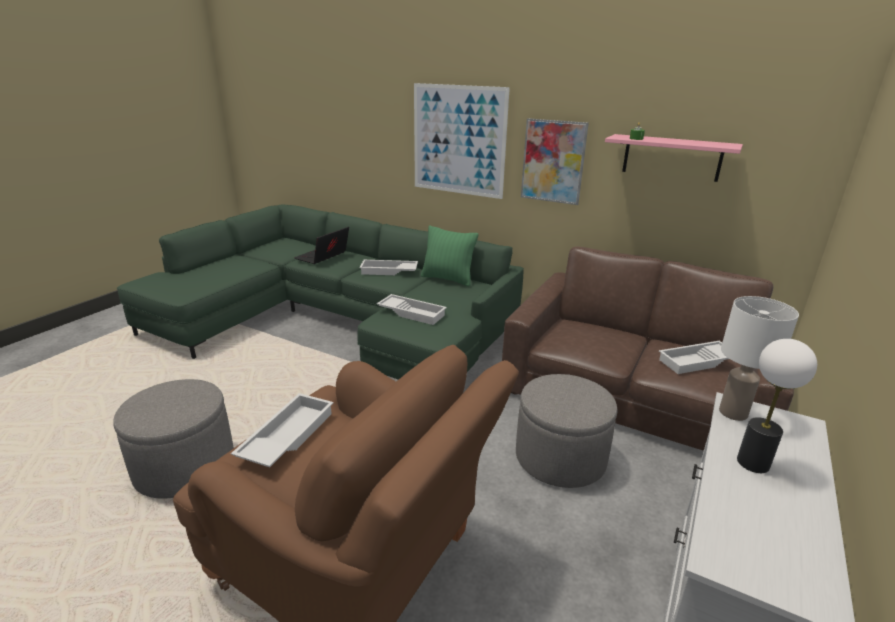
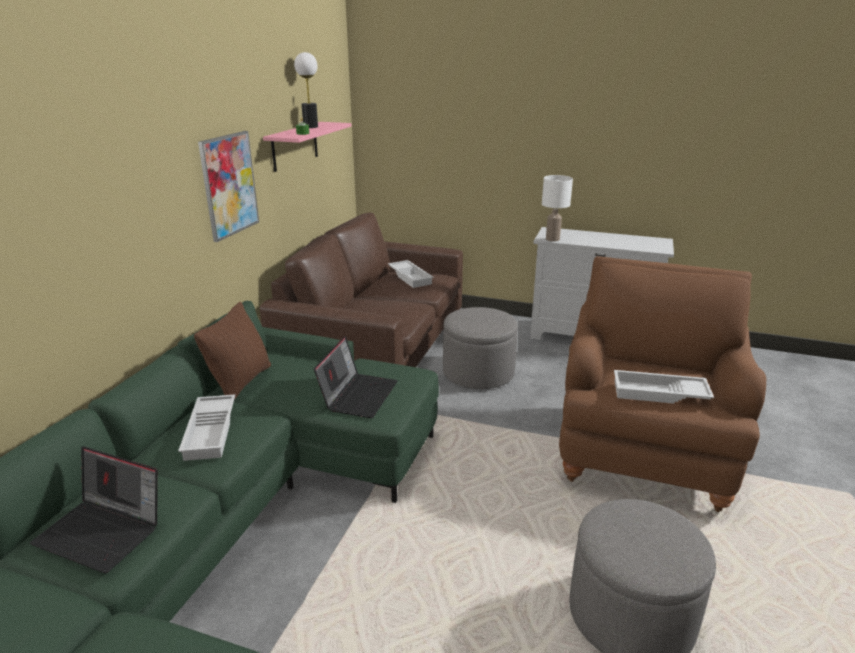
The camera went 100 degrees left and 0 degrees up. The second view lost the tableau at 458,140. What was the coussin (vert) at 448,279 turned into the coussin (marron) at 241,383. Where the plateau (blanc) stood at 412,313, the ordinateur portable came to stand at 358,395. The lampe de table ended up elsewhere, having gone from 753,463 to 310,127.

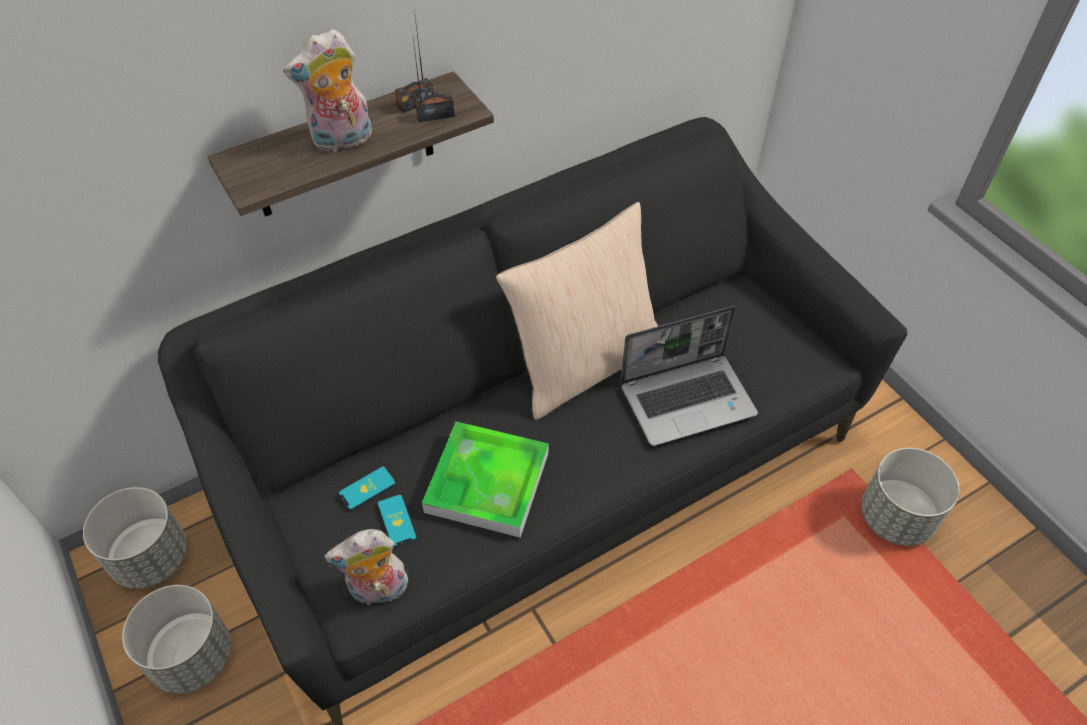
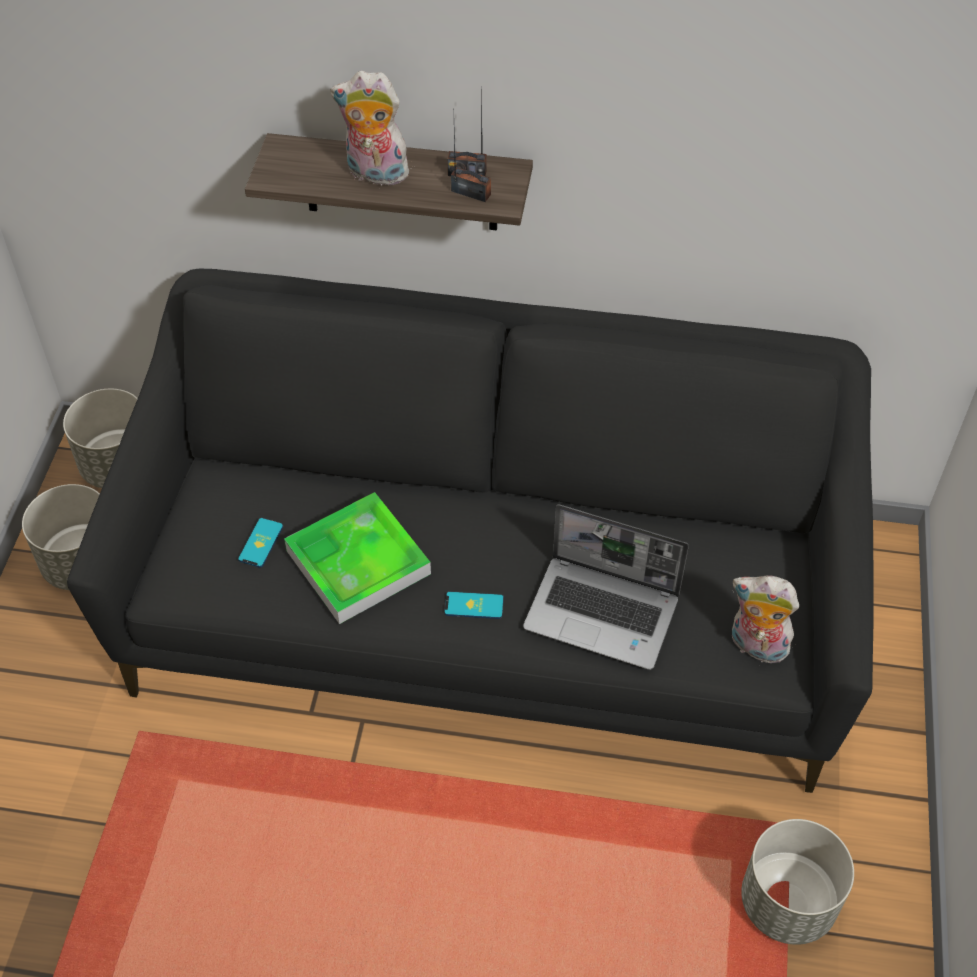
The camera went 40 degrees right and 0 degrees up. The second view lost the coussin (beige) at 584,363. The téléphone ended up elsewhere, having gone from 367,488 to 474,605. The peluche ended up elsewhere, having gone from 377,591 to 755,647.

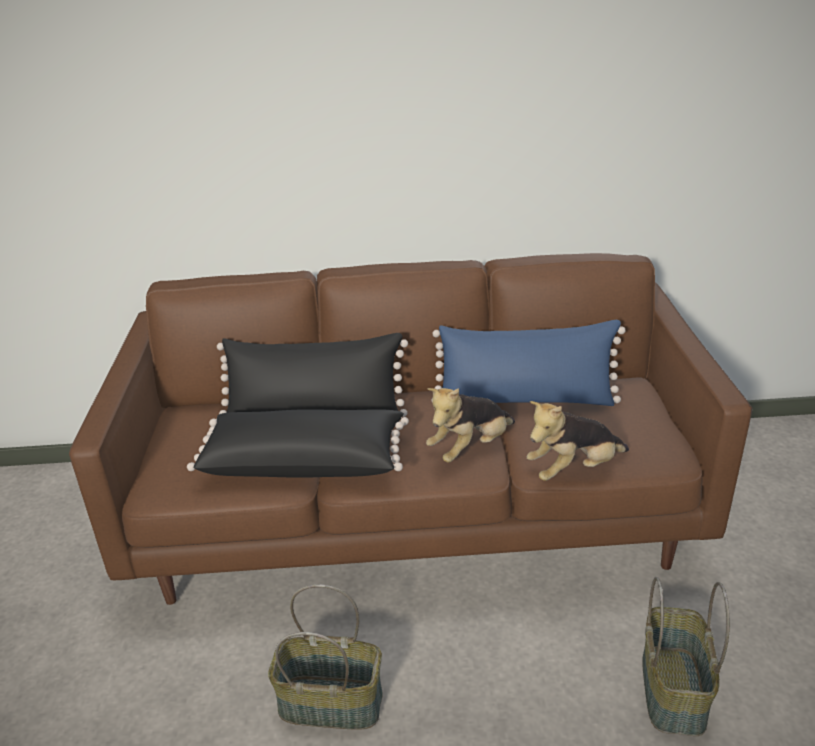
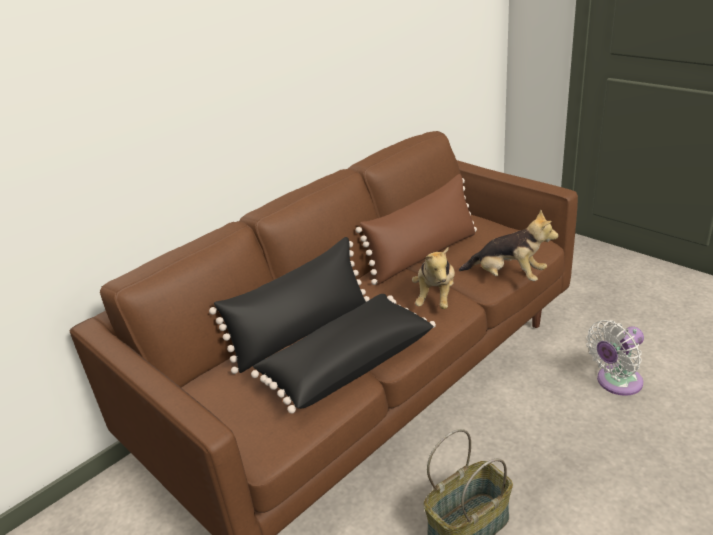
The camera went 40 degrees left and 0 degrees up. What was the coussin (bleu) at 525,400 turned into the coussin (marron) at 423,255. The peluche at 573,470 ended up facing another way, 90 degrees counterclockwise from before. Where the panier stood at 674,691, the ventilateur (blanc) came to stand at 616,383.

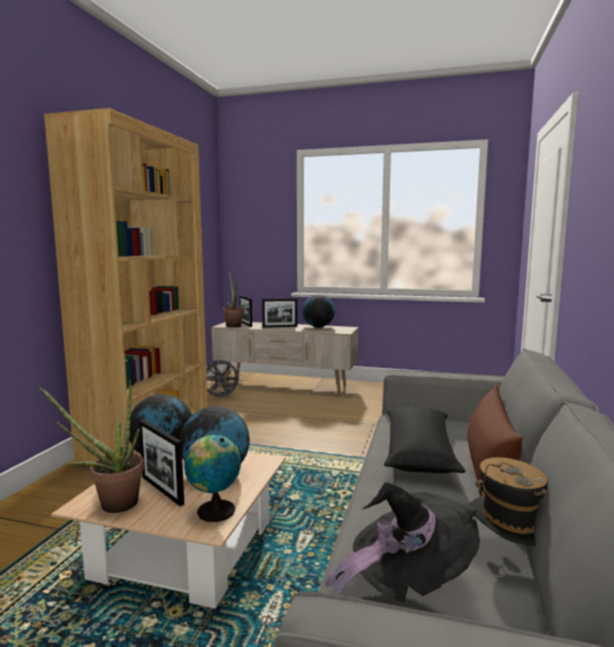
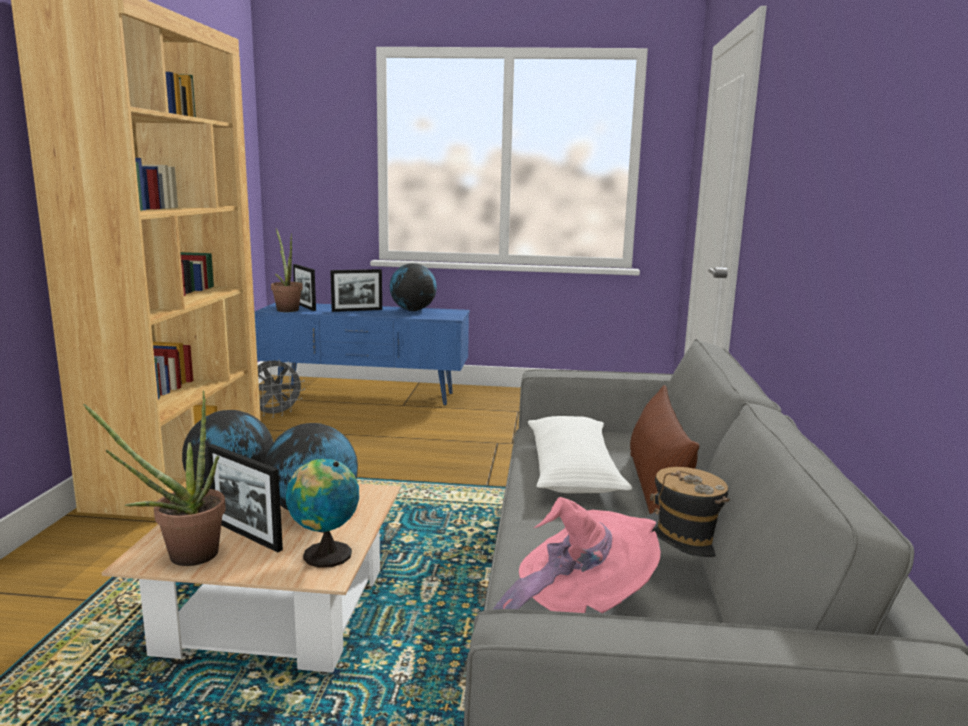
The camera went 10 degrees left and 5 degrees up. What was the meuble télé (beige) at 285,386 turned into the meuble télé (bleu) at 365,395. What was the coussin (noir) at 419,452 turned into the coussin (blanc) at 572,470. What was the chapeau (noir) at 406,581 turned into the chapeau (rose) at 578,606.

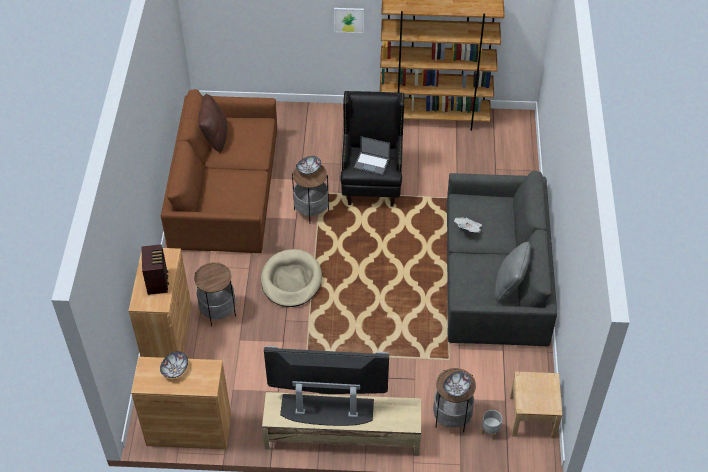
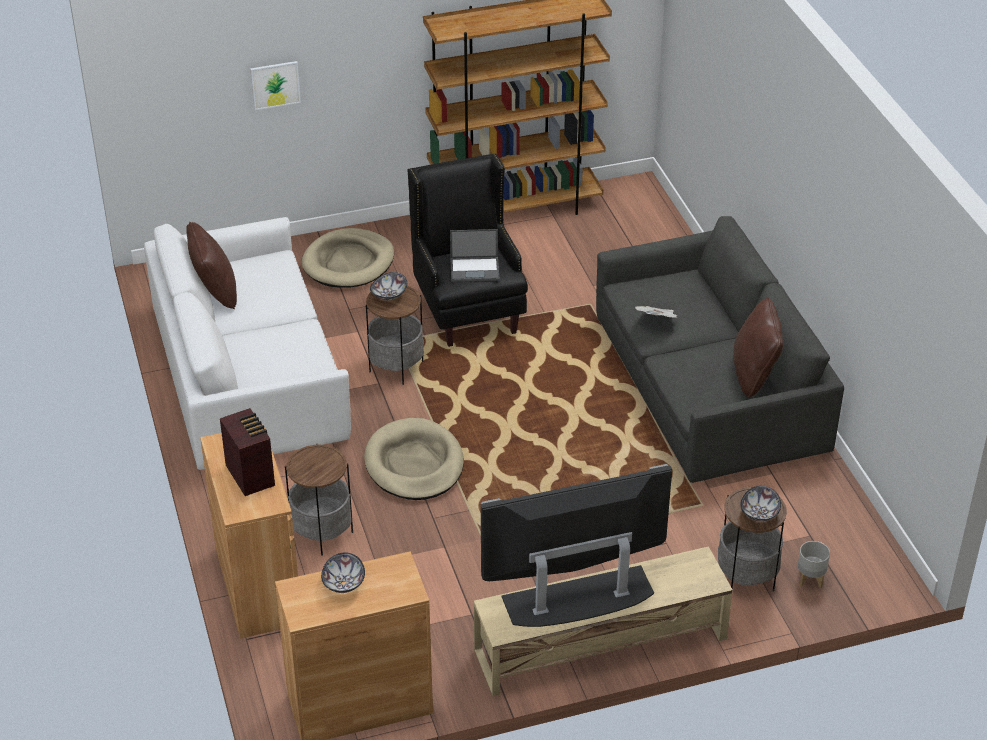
The camera went 20 degrees left and 10 degrees down. The tableau ended up elsewhere, having gone from 349,19 to 275,85. What was the canapé (marron) at 224,190 turned into the canapé (blanc) at 248,372. What was the coussin (gris) at 509,286 turned into the coussin (marron) at 754,375. The second view lost the table de chevet (beige) at 532,416. The second view gained the panier pour chien (beige) at 348,262.

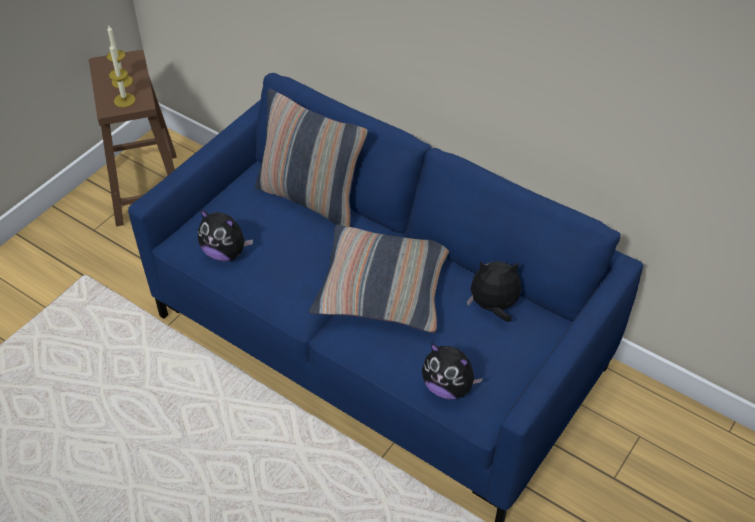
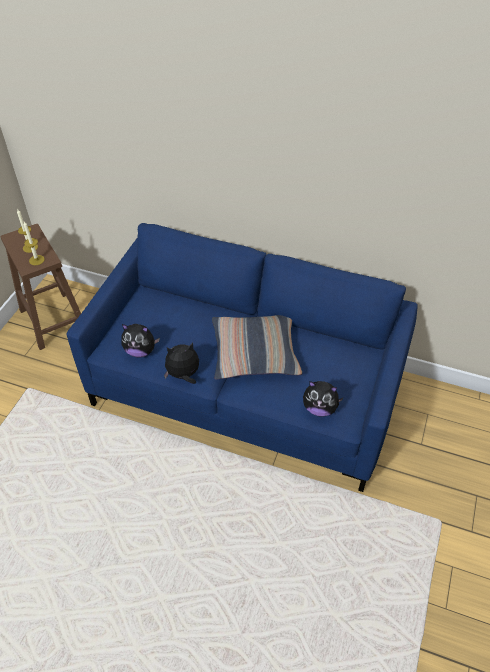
The camera went 15 degrees left and 0 degrees up. The second view lost the coussin at 310,199. The peluche ended up elsewhere, having gone from 493,307 to 183,375.

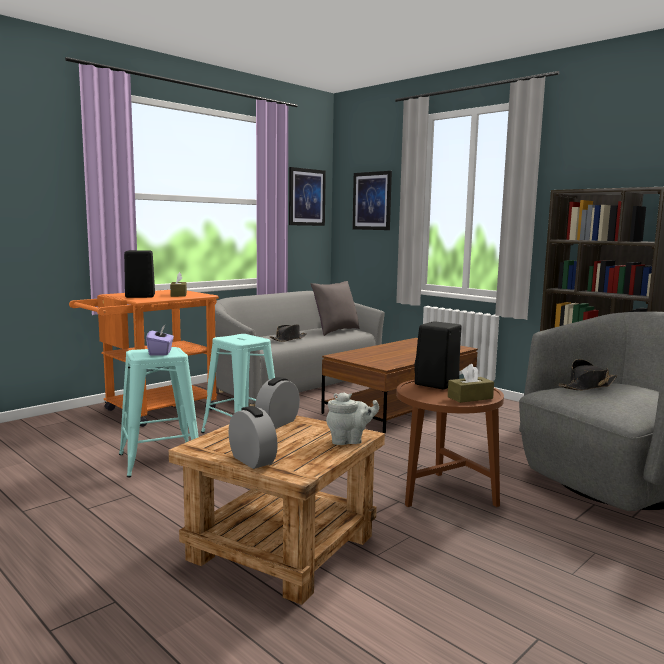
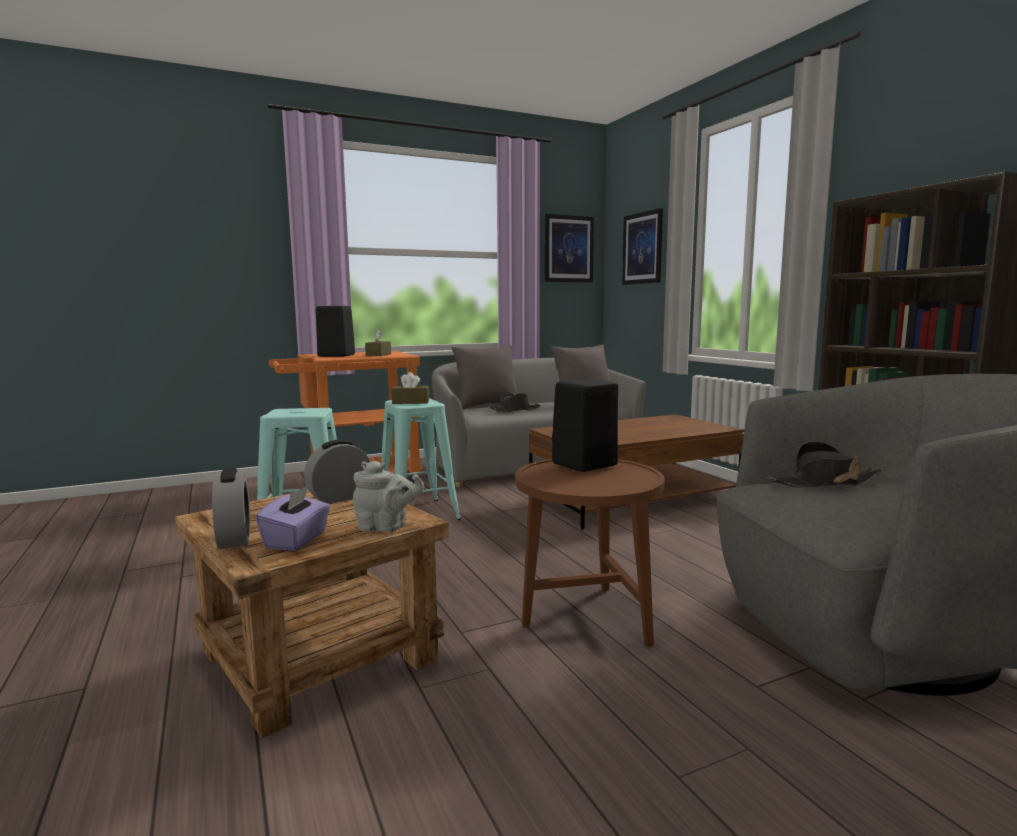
The camera went 20 degrees right and 0 degrees up. The boîte à mouchoirs (violet) ended up elsewhere, having gone from 161,352 to 297,540. The boîte à mouchoirs (marron) ended up elsewhere, having gone from 470,398 to 410,402. The second view gained the coussin (gris) at 487,406.

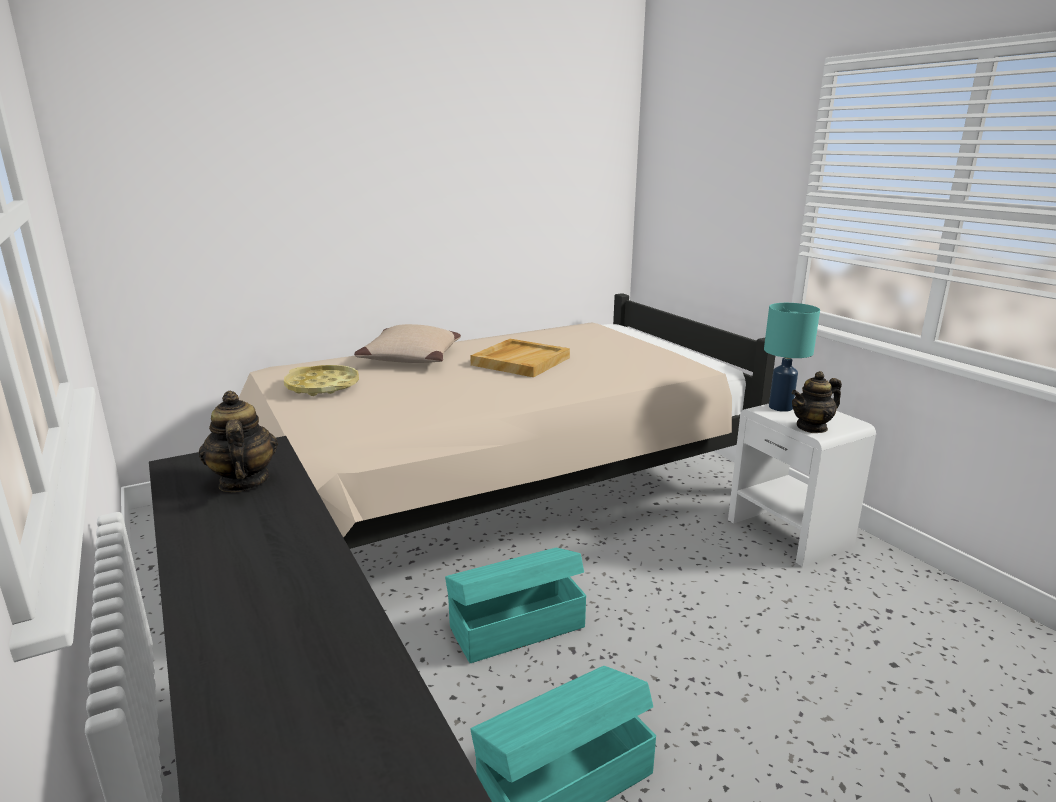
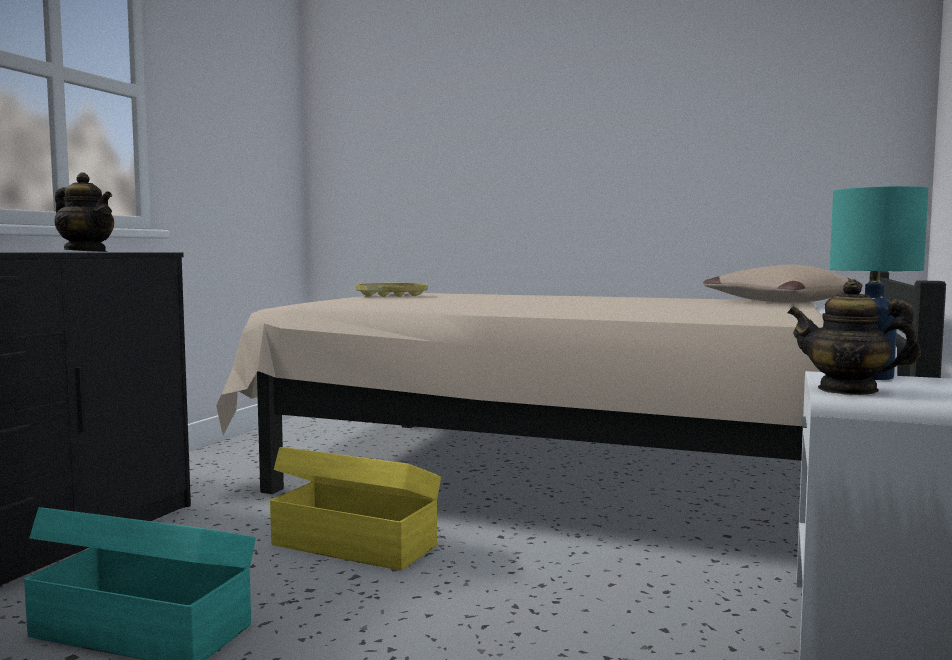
The camera went 50 degrees right and 15 degrees down. The coussin (beige) ended up elsewhere, having gone from 412,357 to 782,302. The second view lost the plateau (beige) at 520,361. The théière at 243,482 ended up facing another way, 90 degrees clockwise from before. What was the boîte de rangement (turquoise) at 515,626 turned into the boîte de rangement (jaune) at 354,544.

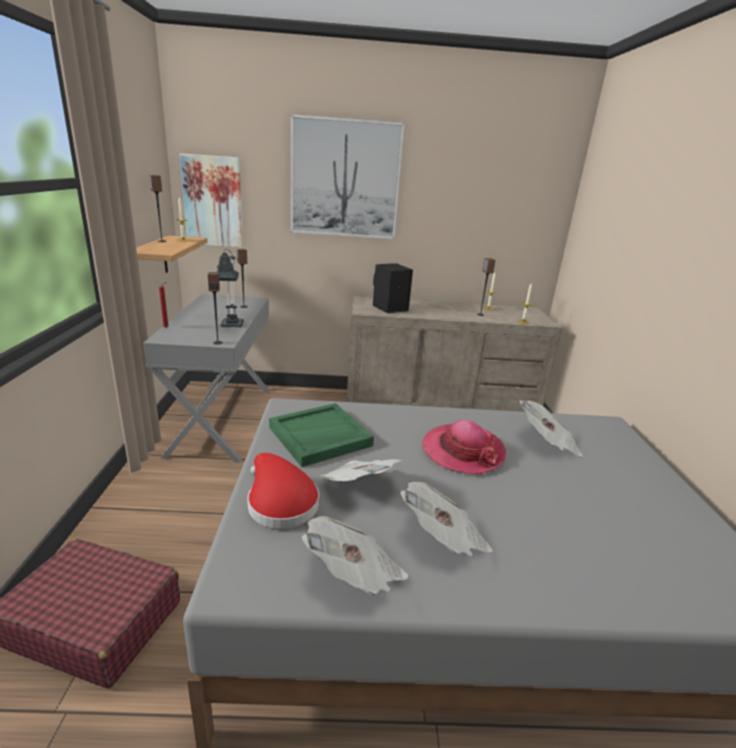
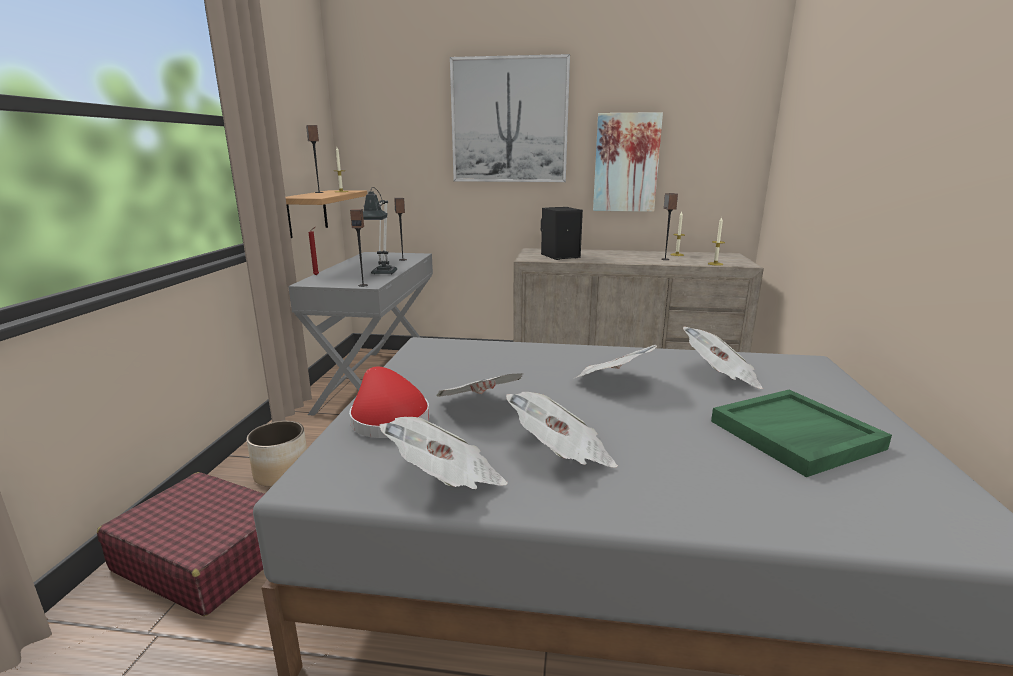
The camera went 10 degrees right and 5 degrees down. The tableau ended up elsewhere, having gone from 213,201 to 626,163. The plateau (vert) ended up elsewhere, having gone from 319,437 to 795,435. Where the chapeau stood at 462,451, the journal came to stand at 612,382. The second view gained the cache-pot at 281,473.

